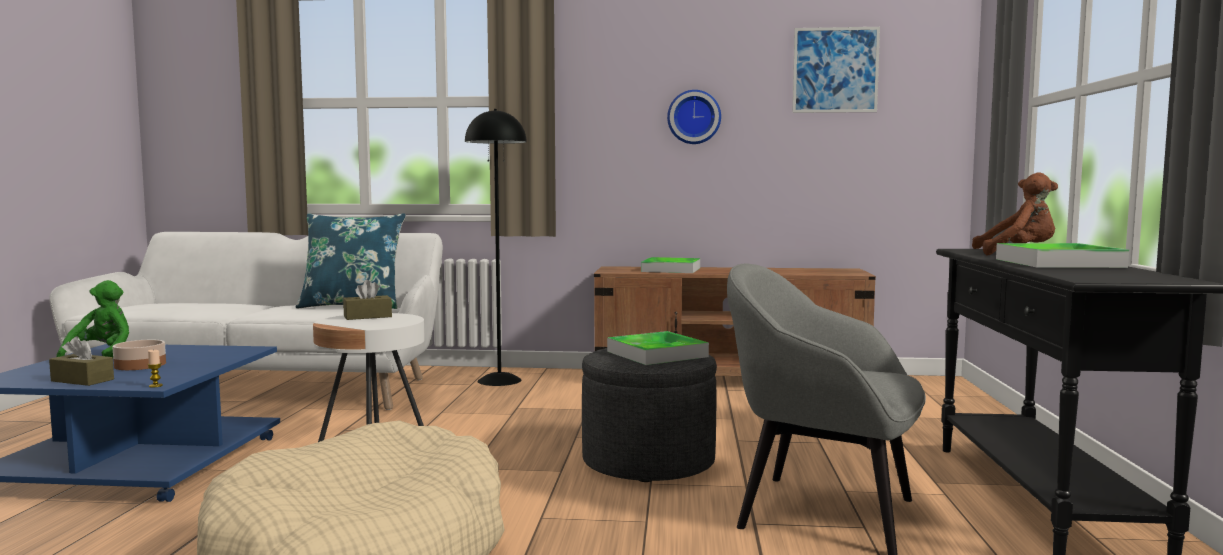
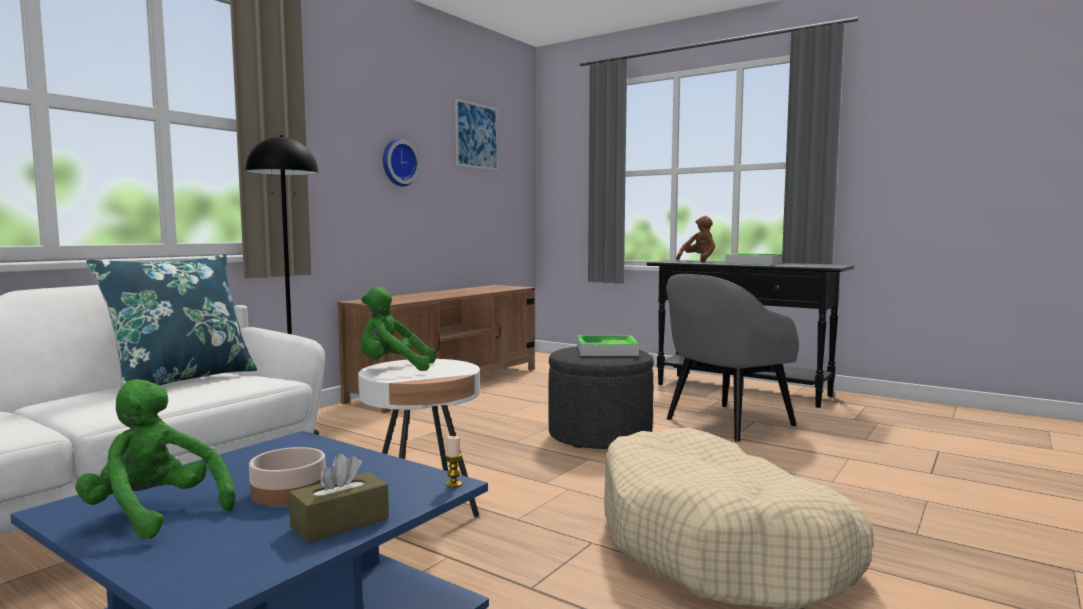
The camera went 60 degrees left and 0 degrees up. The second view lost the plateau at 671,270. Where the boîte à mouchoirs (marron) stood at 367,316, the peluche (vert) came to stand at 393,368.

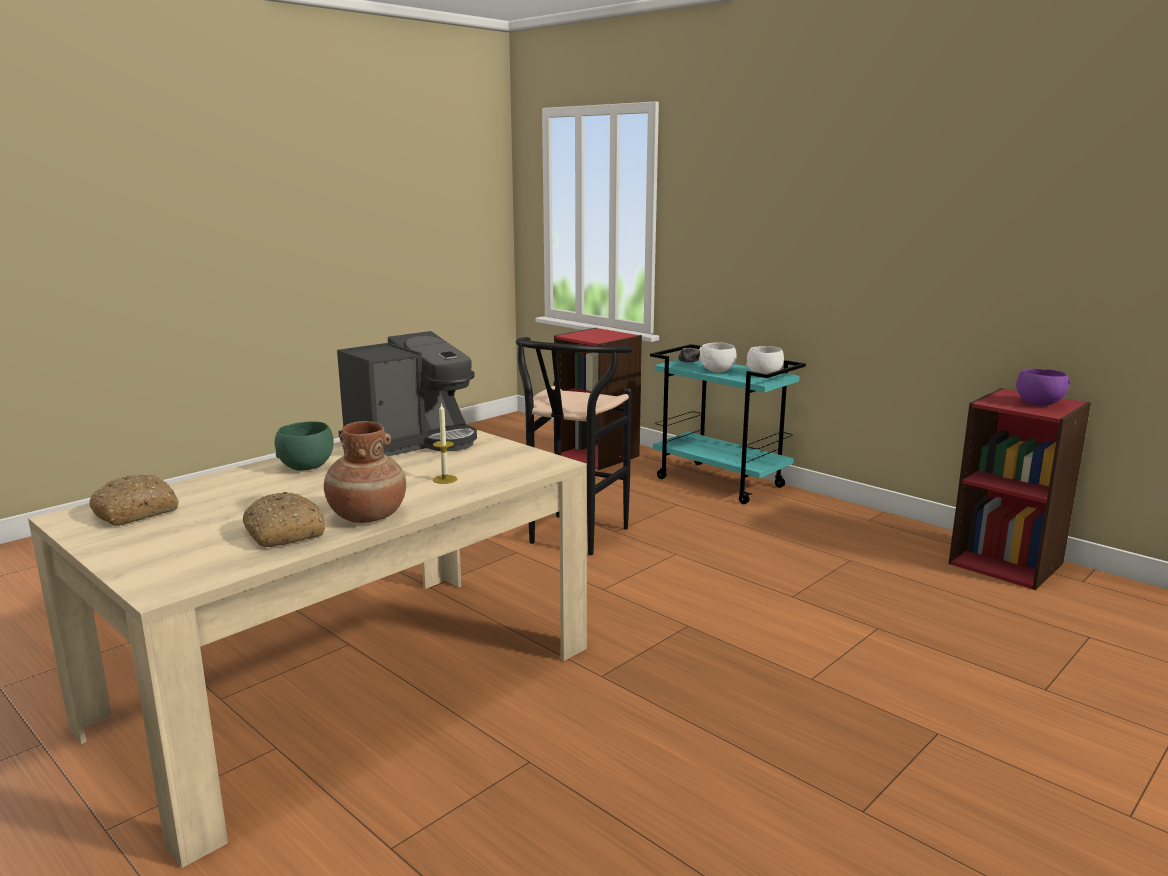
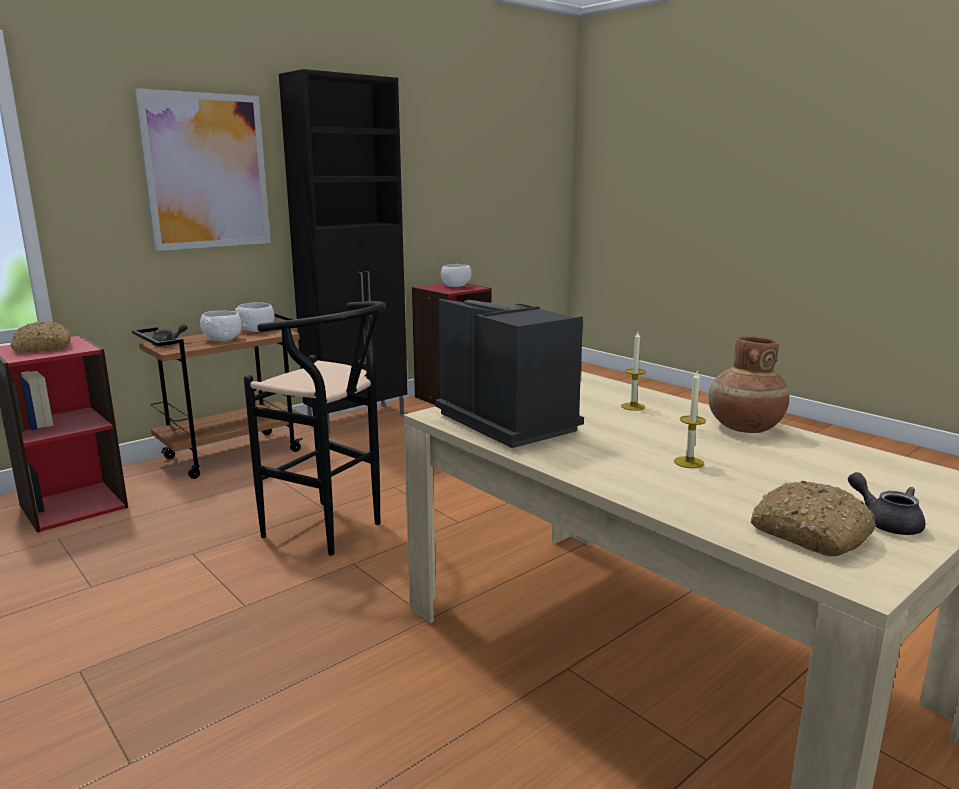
The camera went 85 degrees left and 0 degrees up. What was the chariot (turquoise) at 721,483 turned into the chariot (marron) at 234,454. What was the bol (violet) at 1038,403 turned into the bol (blanc) at 455,286. The second view lost the bol (vert) at 307,467. The pain ended up elsewhere, having gone from 283,533 to 42,348. The second view gained the meuble de rangement (noir) at 358,419. The second view gained the tableau at 206,171. The second view gained the bougie at 688,462. The second view gained the théière (gris) at 886,522.

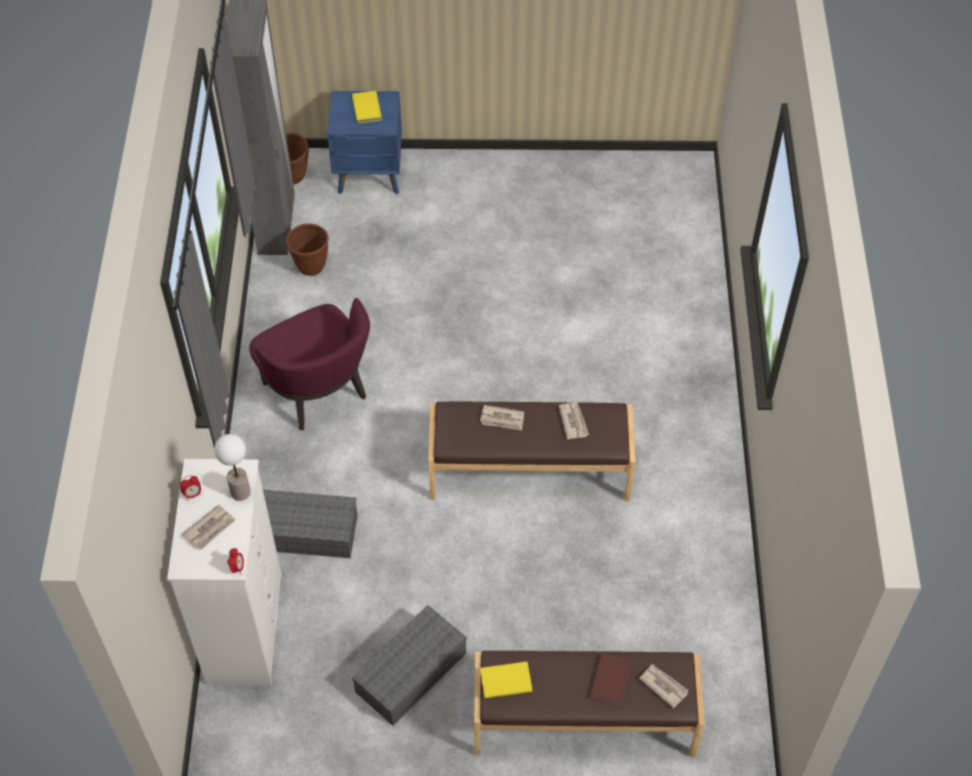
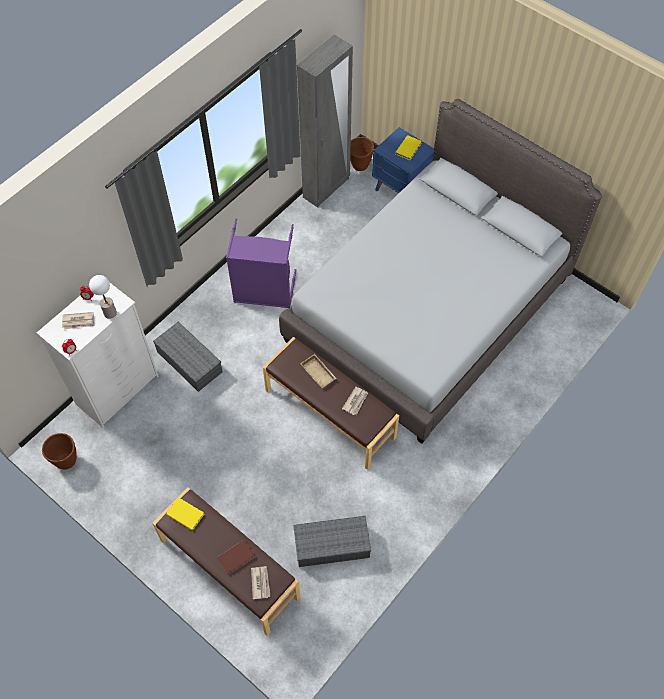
The camera went 40 degrees right and 5 degrees up. The cache-pot (marron) ended up elsewhere, having gone from 310,267 to 66,461. Where the fauteuil (violet) stood at 318,392, the panier à linge (violet) came to stand at 264,292. Where the journal stood at 502,419, the plateau (beige) came to stand at 319,372. The boîte de rangement (gris) ended up elsewhere, having gone from 411,670 to 333,544. The second view gained the lit (gris) at 428,309.

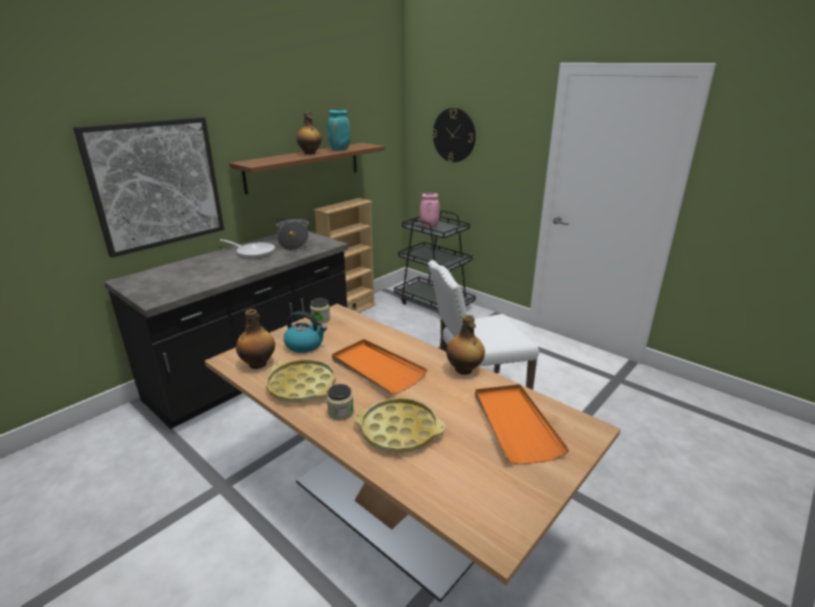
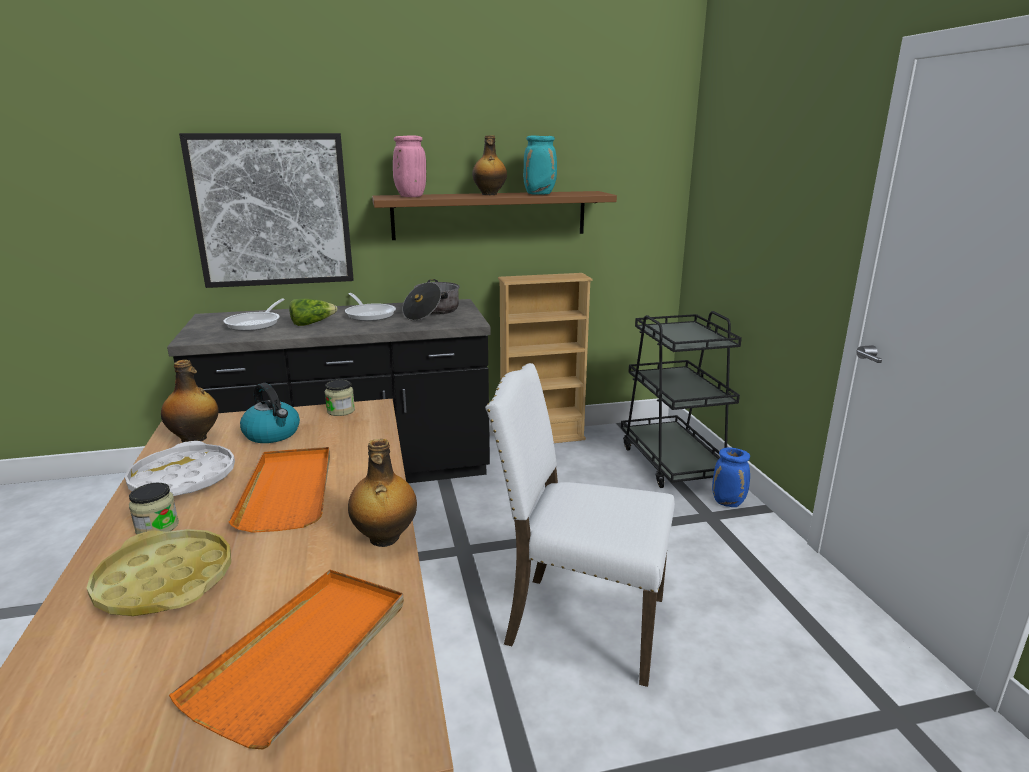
The camera went 35 degrees right and 5 degrees down. The second view lost the horloge murale at 454,135. The vase (rose) ended up elsewhere, having gone from 429,226 to 410,196. What was the plateau (jaune) at 302,386 turned into the plateau (blanc) at 183,479. The second view gained the poêle at 256,323. The second view gained the laitue at 312,323. The second view gained the vase (bleu) at 728,503.

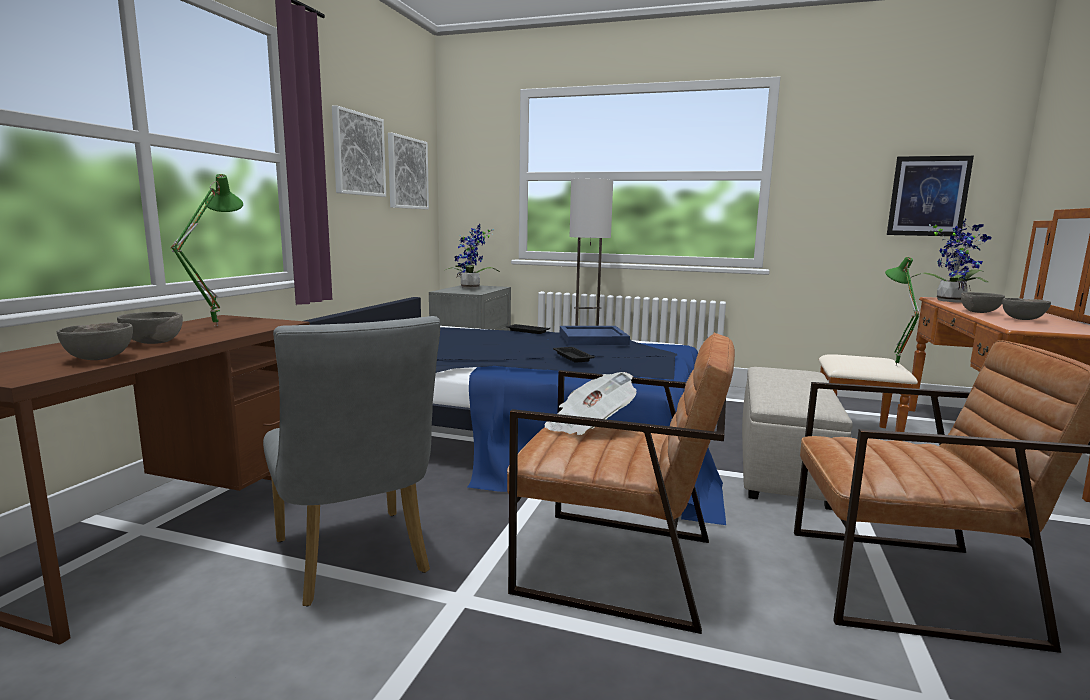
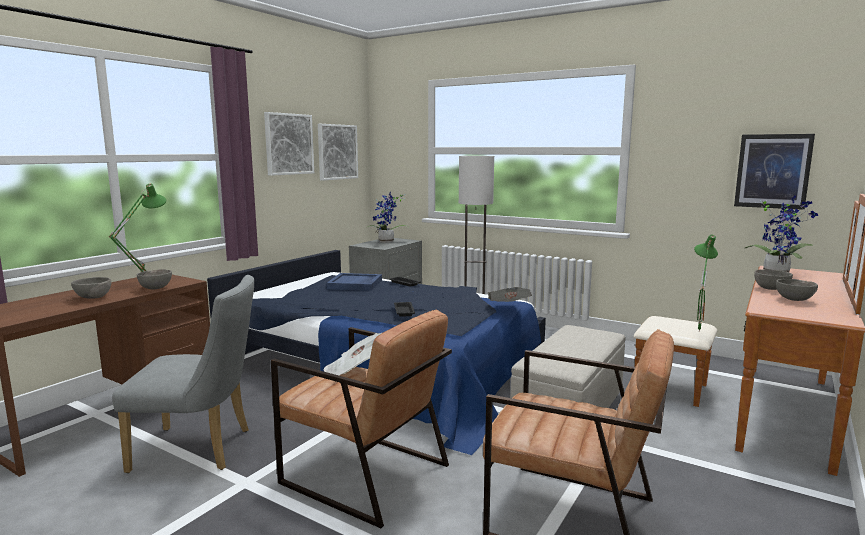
The camera went 15 degrees right and 0 degrees up. The chaise (gris) at 355,562 ended up facing another way, 75 degrees counterclockwise from before. The bol (gris) ended up elsewhere, having gone from 101,359 to 156,288. The plateau (bleu) ended up elsewhere, having gone from 593,339 to 355,284. The second view gained the journal at 509,307.

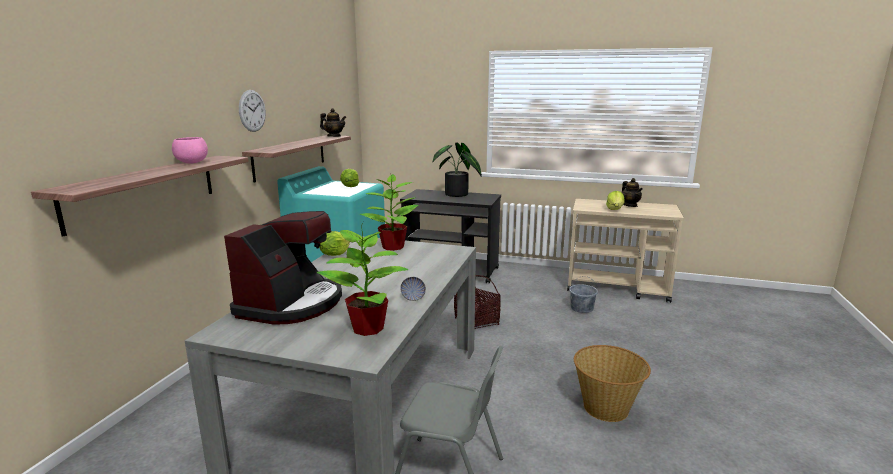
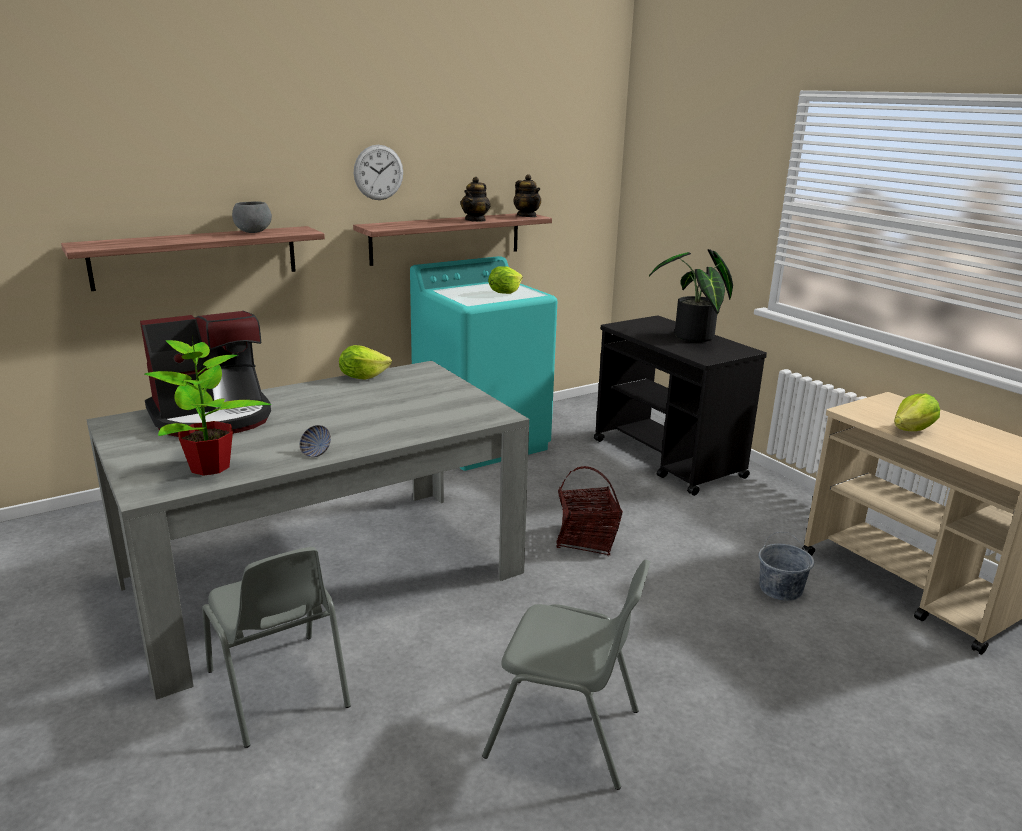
The camera went 40 degrees right and 5 degrees up. What was the bol (rose) at 192,163 turned into the bol (gris) at 254,232. The second view lost the plante en pot at 392,247. The théière ended up elsewhere, having gone from 630,205 to 475,220. Where the panier stood at 606,407, the chaise (gris) came to stand at 566,733.

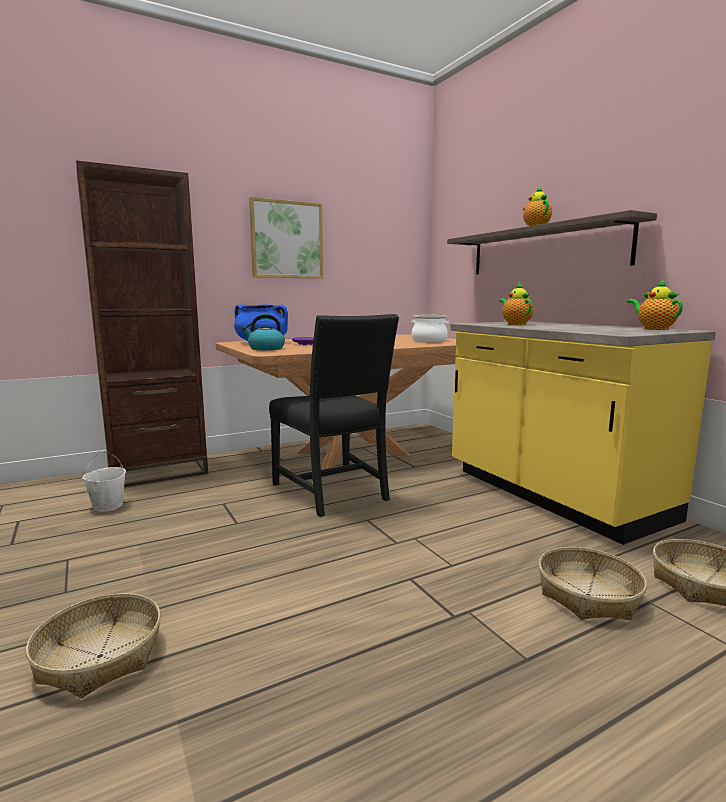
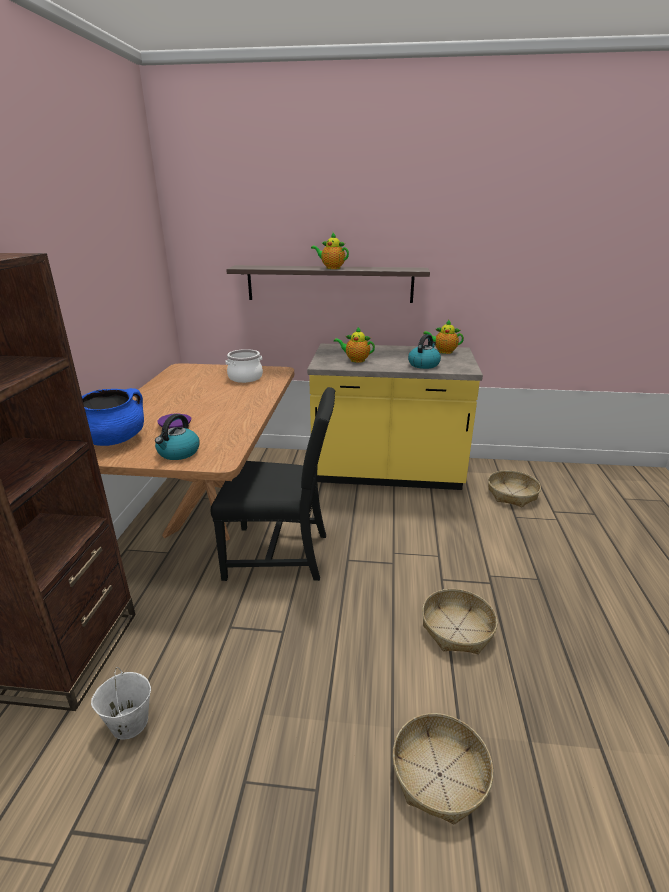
The camera went 55 degrees left and 15 degrees up. The second view lost the tableau at 286,240. The panier ended up elsewhere, having gone from 588,595 to 457,629. The second view gained the bouilloire at 423,364.

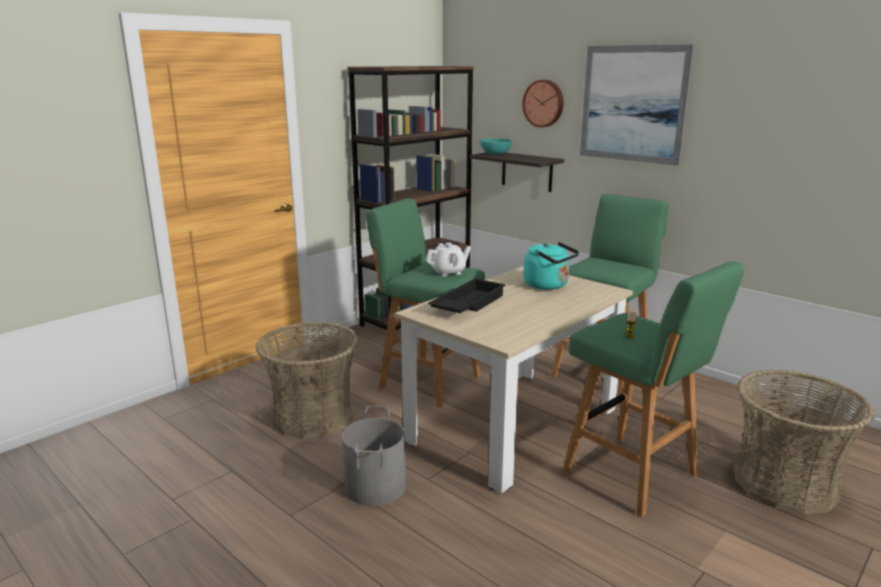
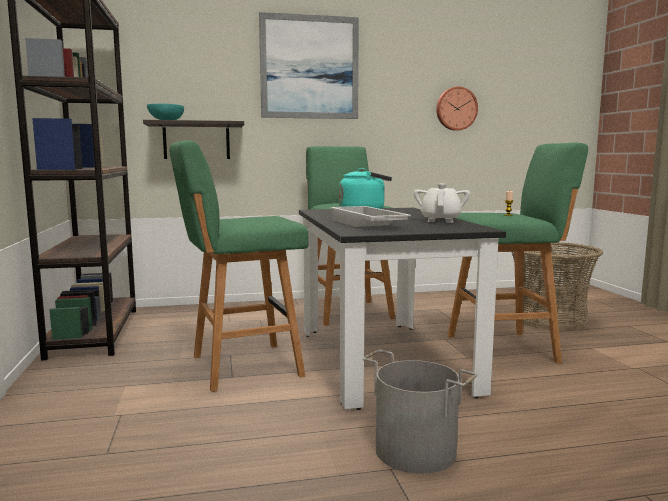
The camera went 55 degrees left and 10 degrees down. The horloge murale ended up elsewhere, having gone from 544,103 to 456,109. The théière (blanc) ended up elsewhere, having gone from 448,272 to 440,220. What was the table à manger (beige) at 513,425 turned into the table à manger (noir) at 383,360. What was the plateau (noir) at 467,304 turned into the plateau (blanc) at 365,224. The second view lost the panier at 313,416.

